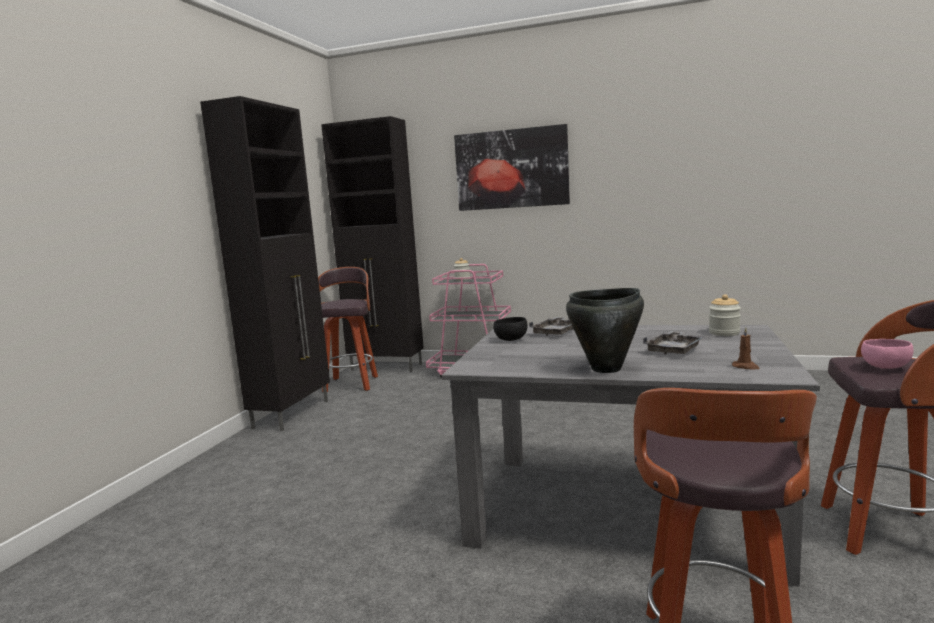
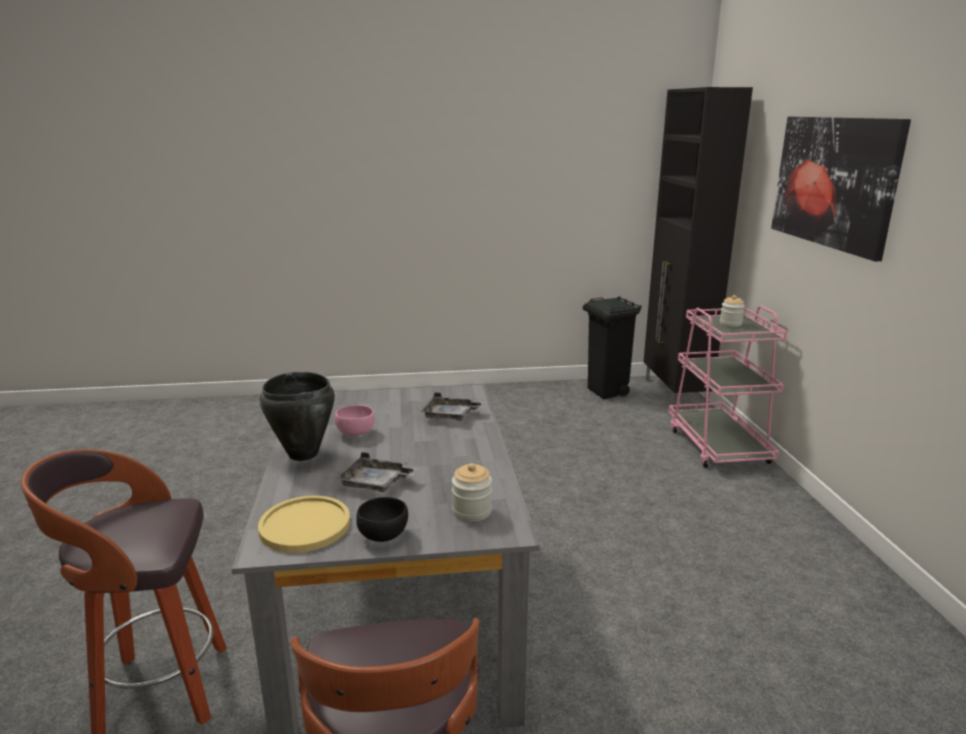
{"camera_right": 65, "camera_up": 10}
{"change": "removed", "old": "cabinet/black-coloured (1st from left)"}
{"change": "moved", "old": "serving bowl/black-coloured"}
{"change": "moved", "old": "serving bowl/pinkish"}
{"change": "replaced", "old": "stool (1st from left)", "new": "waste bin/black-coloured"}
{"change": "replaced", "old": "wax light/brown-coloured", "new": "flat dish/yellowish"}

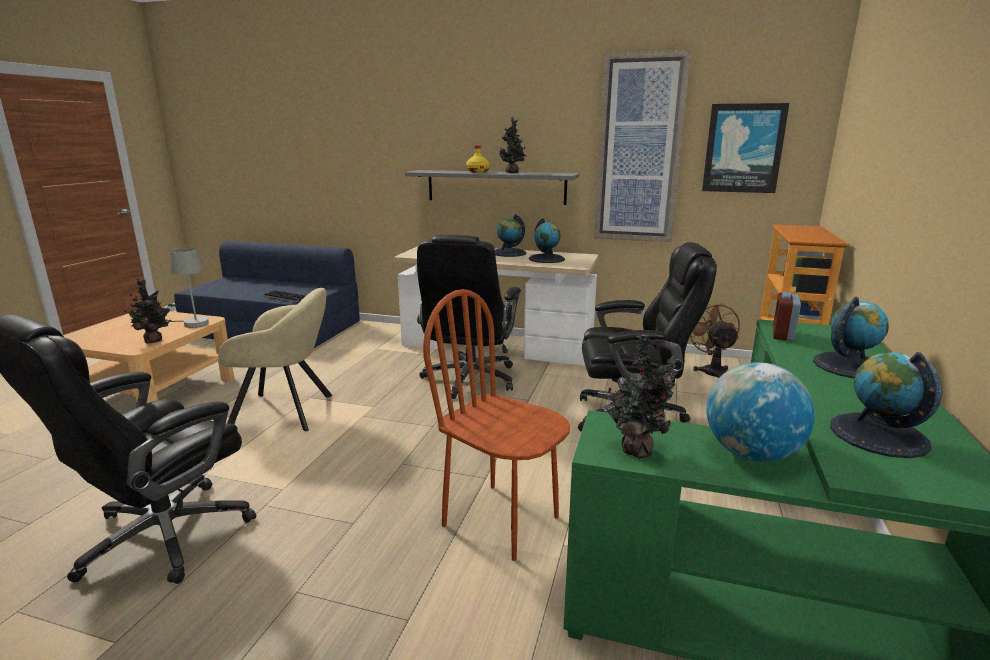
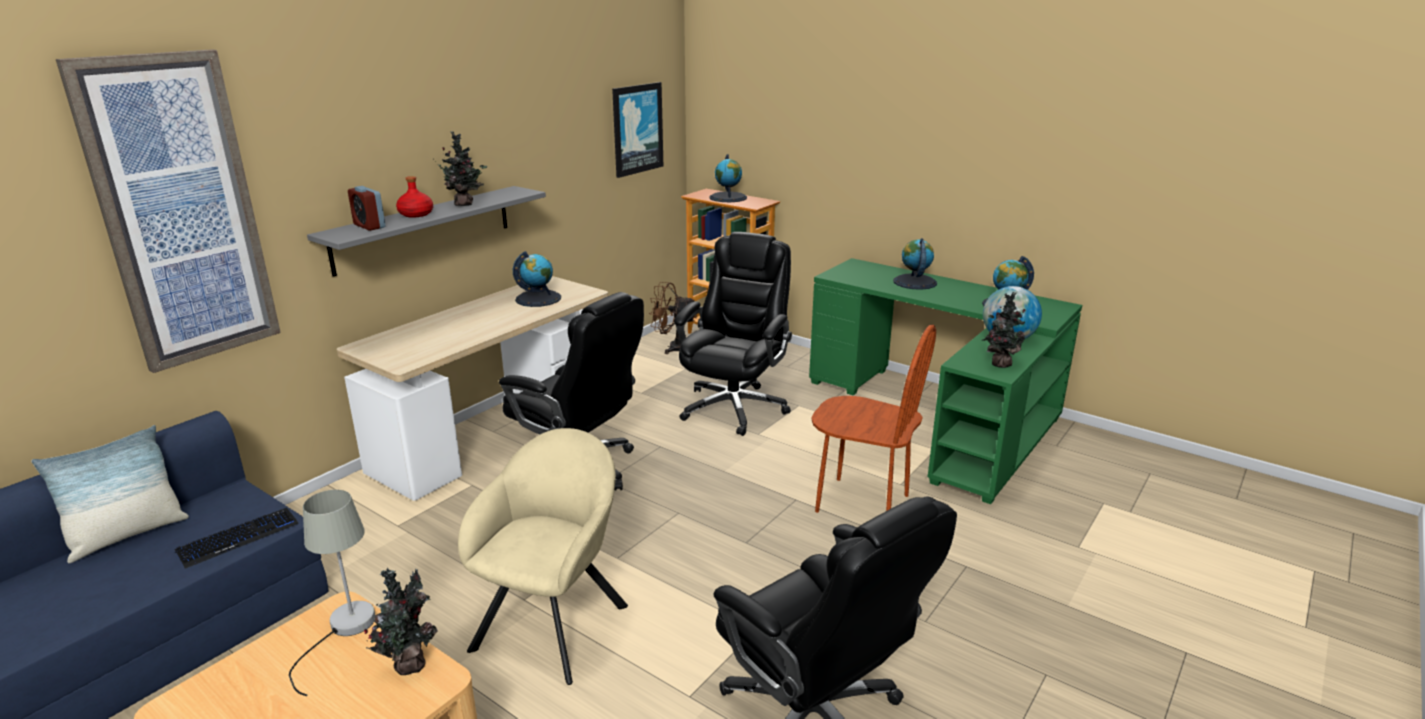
{"camera_right": -70, "camera_up": 5}
{"change": "added", "new": "pillow"}
{"change": "moved", "old": "world globe (1st from left in the first image)", "new": "world globe (2nd from left)"}
{"change": "moved", "old": "wall art (1st from left)"}
{"change": "moved", "old": "alarm clock"}
{"change": "recoloured", "old": "drink bottle/yellowish", "new": "drink bottle/reddish"}
{"change": "turned", "old": "upright chair/brown-coloured", "degrees": -120}

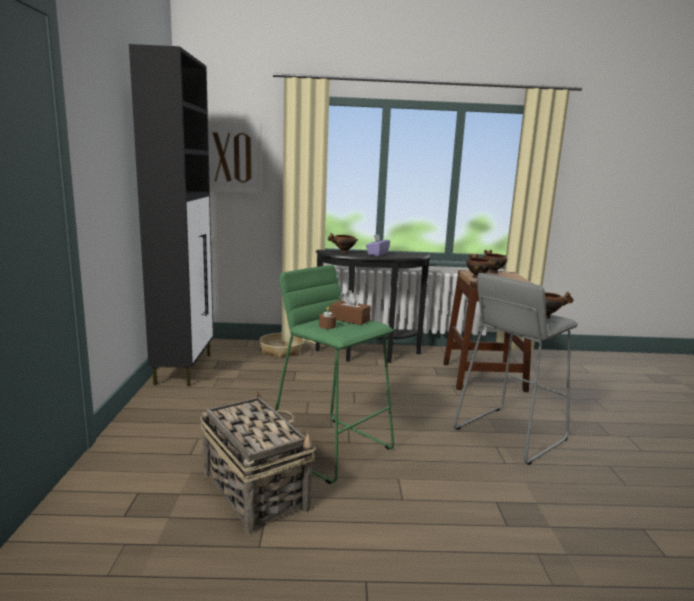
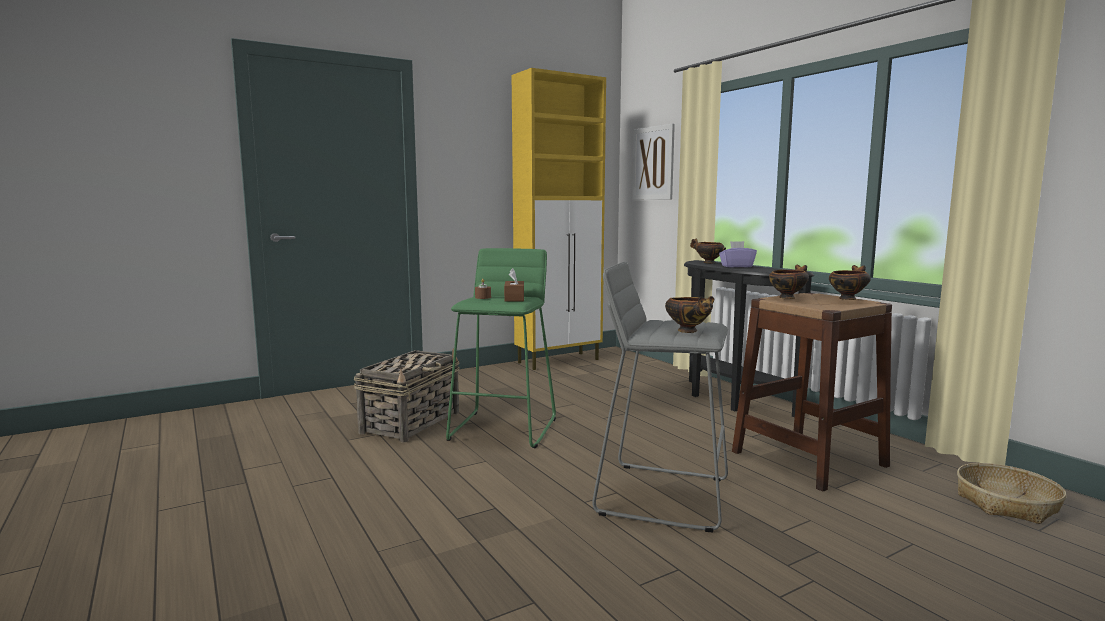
{"camera_right": 60, "camera_up": -5}
{"change": "moved", "old": "basket (2nd from left)"}
{"change": "recoloured", "old": "cabinet/black-coloured", "new": "cabinet/yellowish"}

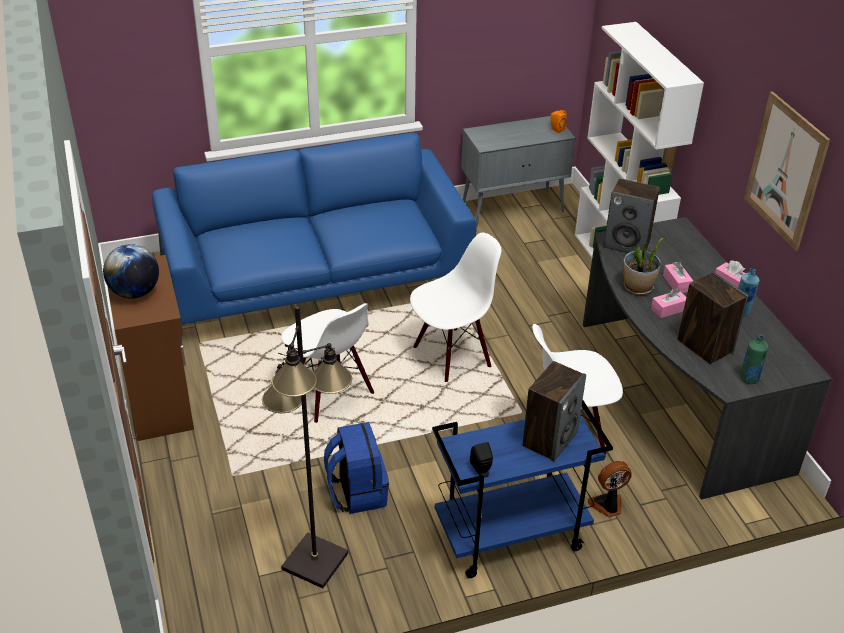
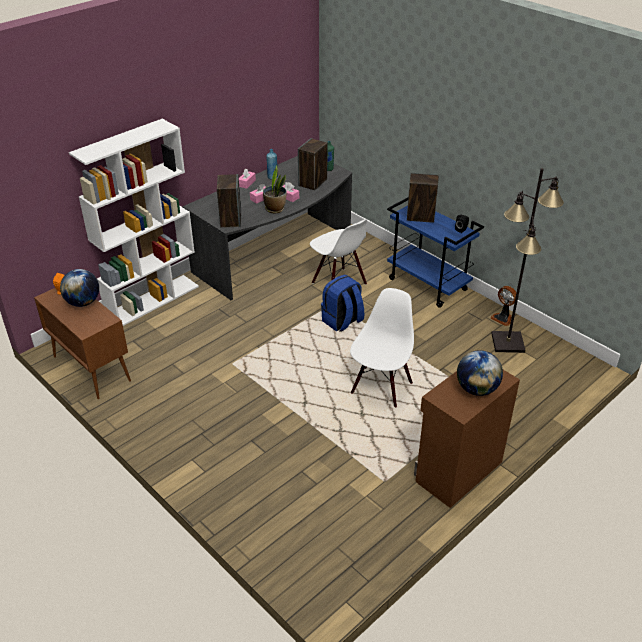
{"camera_right": -115, "camera_up": 0}
{"change": "removed", "old": "settee/blue-coloured"}
{"change": "removed", "old": "upright chair/white-coloured (2nd from left)"}
{"change": "removed", "old": "wall art"}
{"change": "added", "new": "world globe (1st from left)"}
{"change": "moved", "old": "rucksack/blue-coloured"}
{"change": "moved", "old": "cooling fan"}
{"change": "recoloured", "old": "cabinet/grey", "new": "cabinet/brown-coloured (1st from left)"}

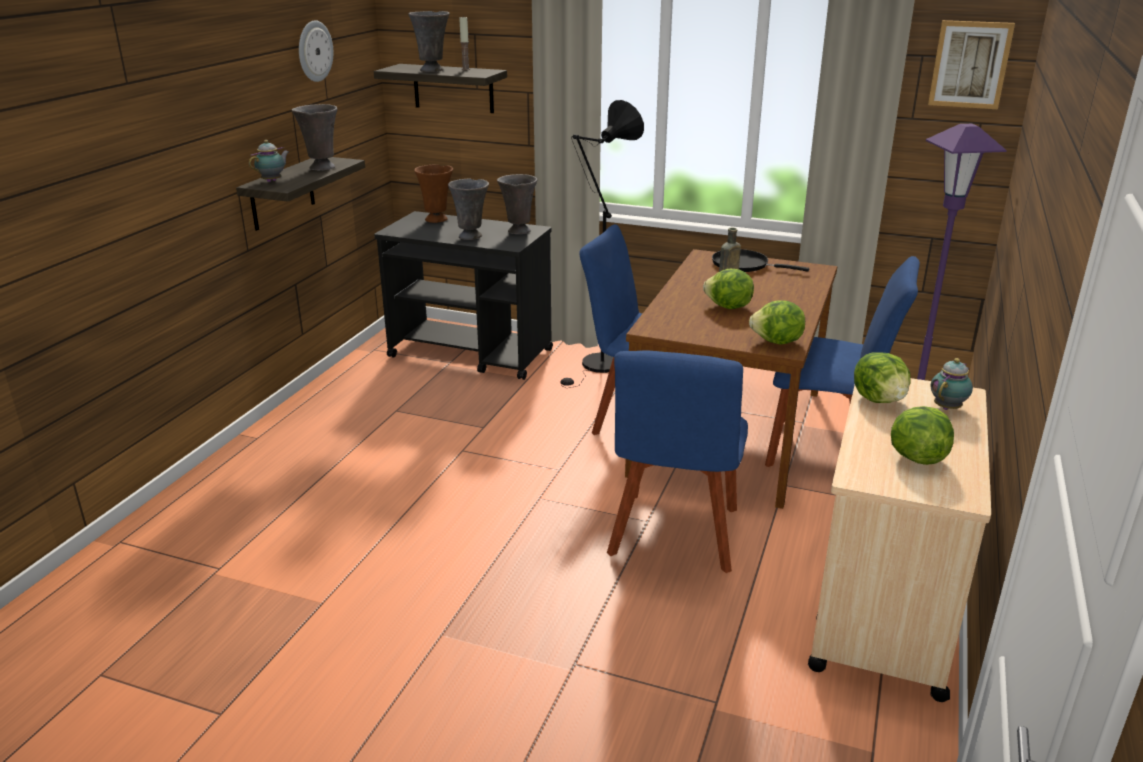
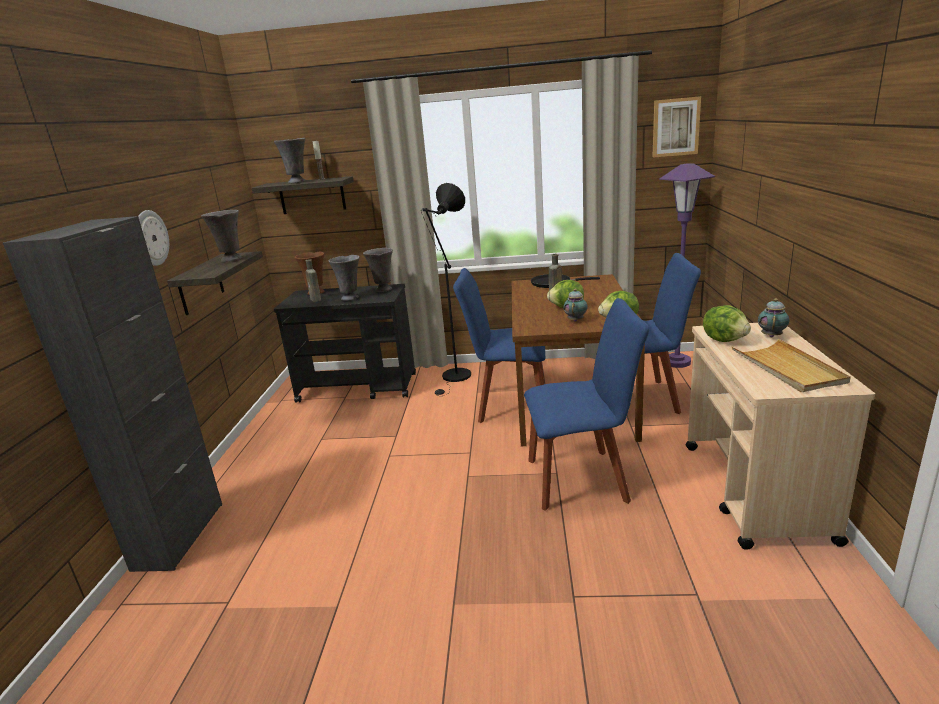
{"camera_right": -15, "camera_up": -5}
{"change": "added", "new": "cabinet/black-coloured"}
{"change": "added", "new": "drink bottle/brown-coloured (1st from left)"}
{"change": "moved", "old": "teapot (1st from left)"}
{"change": "moved", "old": "wall clock"}
{"change": "replaced", "old": "lettuce head (4th from left)", "new": "tray/beige"}
{"change": "turned", "old": "upright chair/blue-coloured (2nd from left)", "degrees": -90}

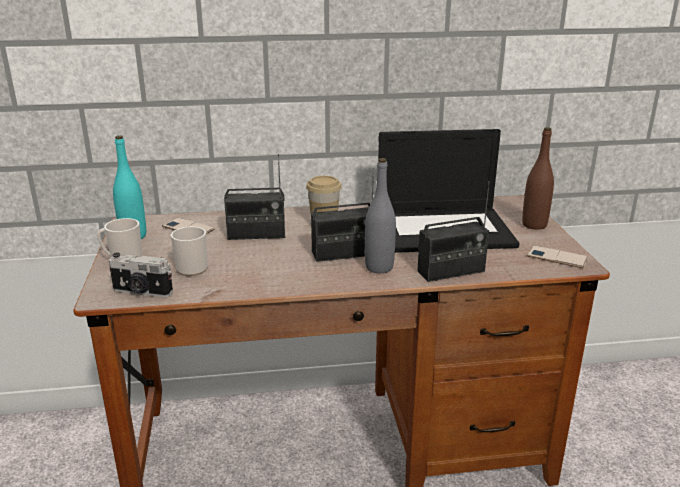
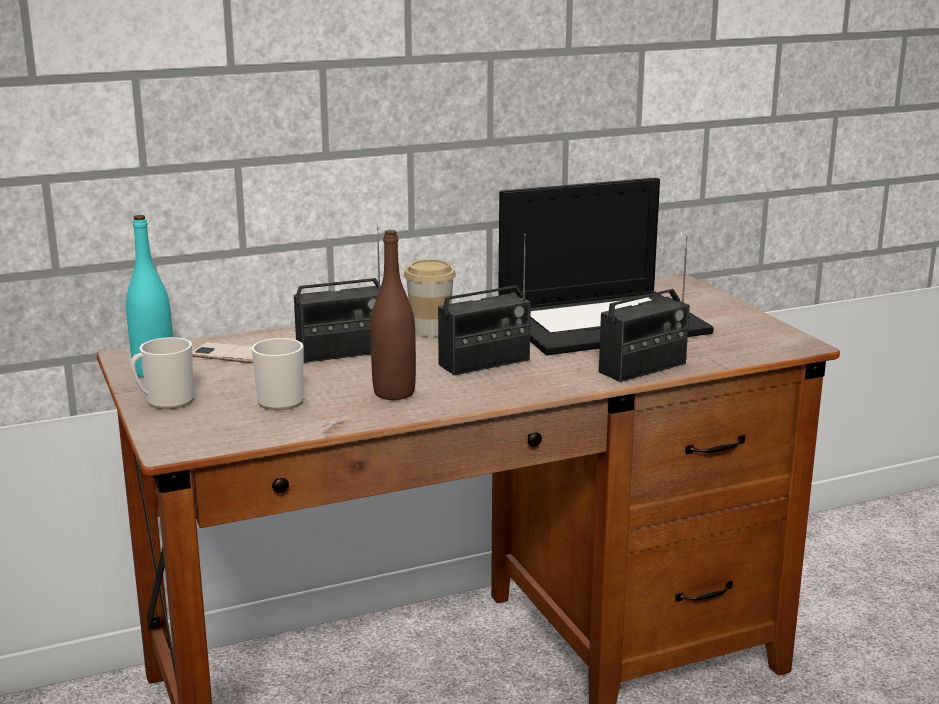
{"camera_right": -15, "camera_up": -5}
{"change": "removed", "old": "photo camera"}
{"change": "removed", "old": "drink bottle/grey"}
{"change": "removed", "old": "telephone (2nd from left)"}
{"change": "moved", "old": "drink bottle/brown-coloured"}

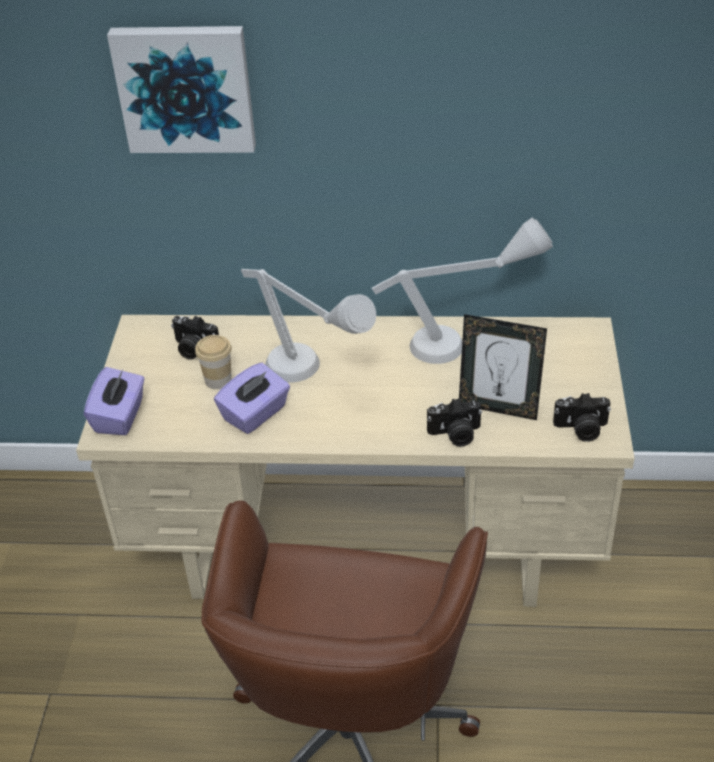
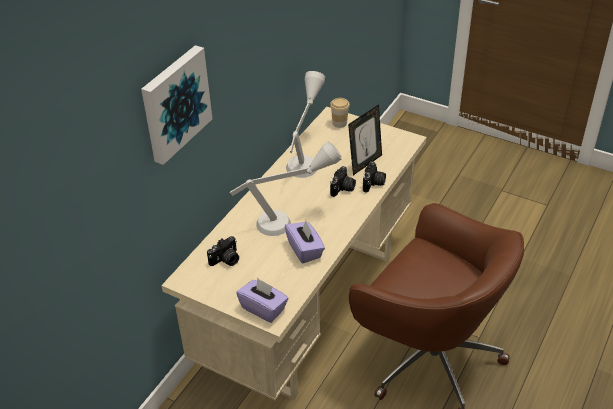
{"camera_right": -65, "camera_up": 0}
{"change": "moved", "old": "small cup"}
{"change": "moved", "old": "photo camera (3rd from left in the first image)", "new": "photo camera (2nd from left)"}

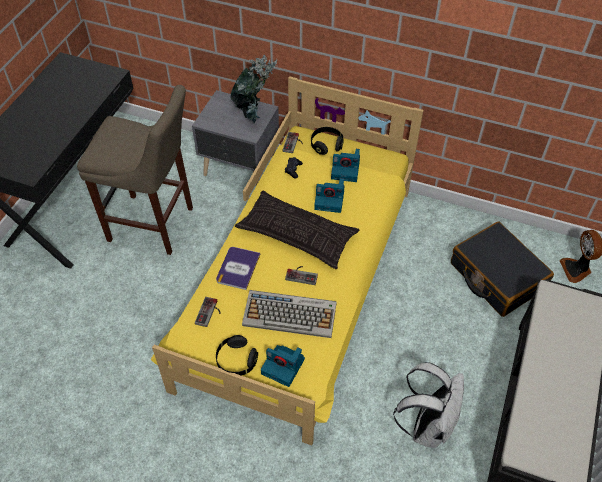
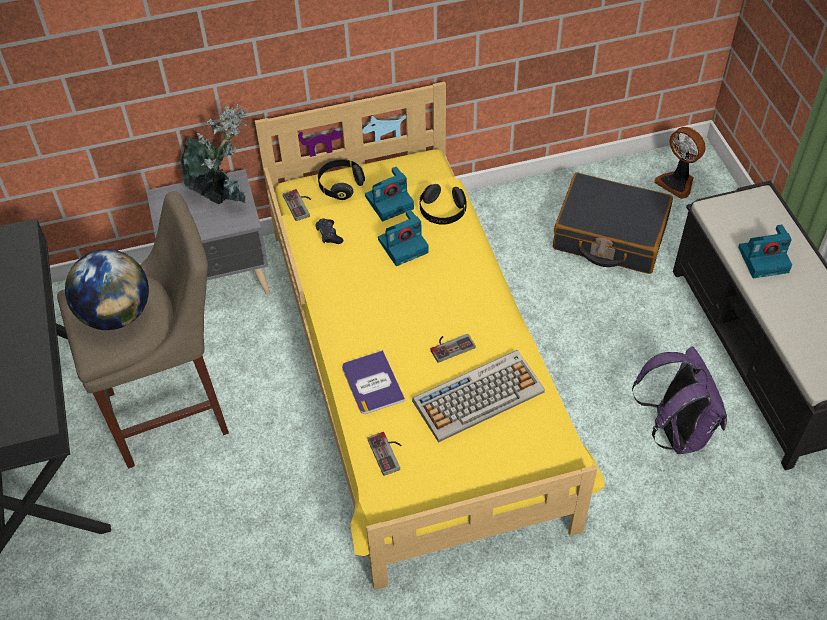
{"camera_right": -35, "camera_up": 0}
{"change": "removed", "old": "pillow"}
{"change": "added", "new": "world globe"}
{"change": "moved", "old": "headphones/black-coloured (1st from left in the first image)", "new": "headphones/black-coloured (2nd from left)"}
{"change": "moved", "old": "photo camera (1st from left in the first image)", "new": "photo camera (3rd from left)"}
{"change": "recoloured", "old": "rucksack/white-coloured", "new": "rucksack/purple-coloured"}

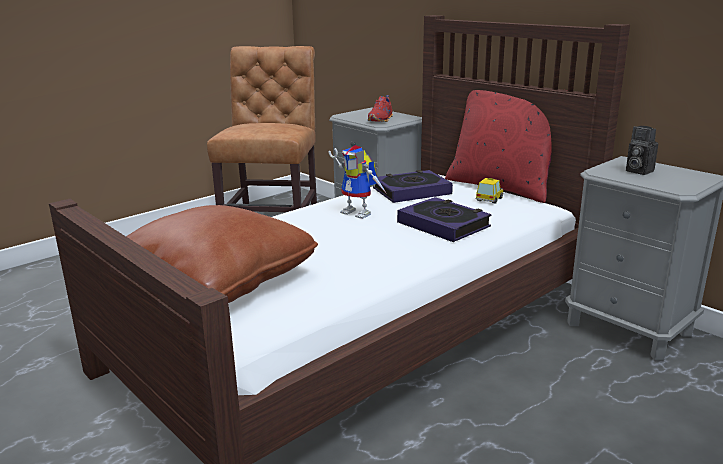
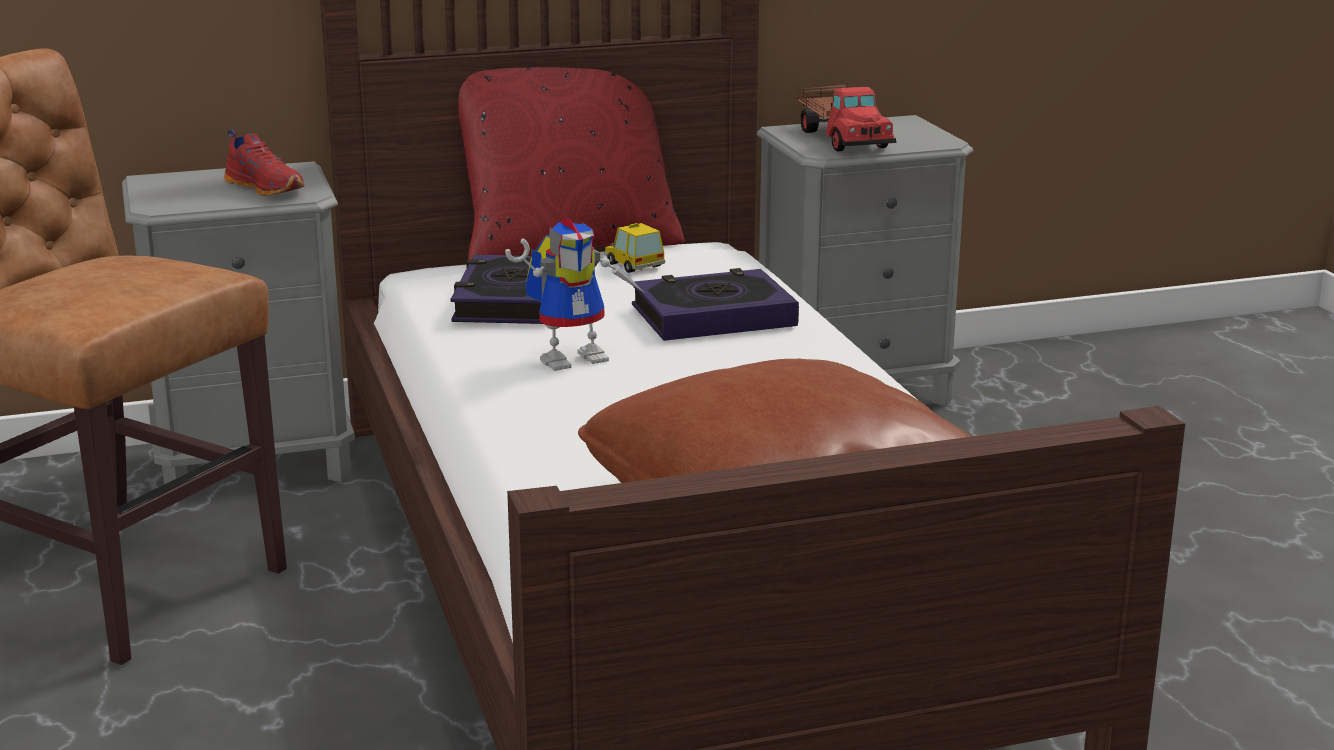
{"camera_right": -65, "camera_up": 0}
{"change": "replaced", "old": "photo camera", "new": "model truck"}

